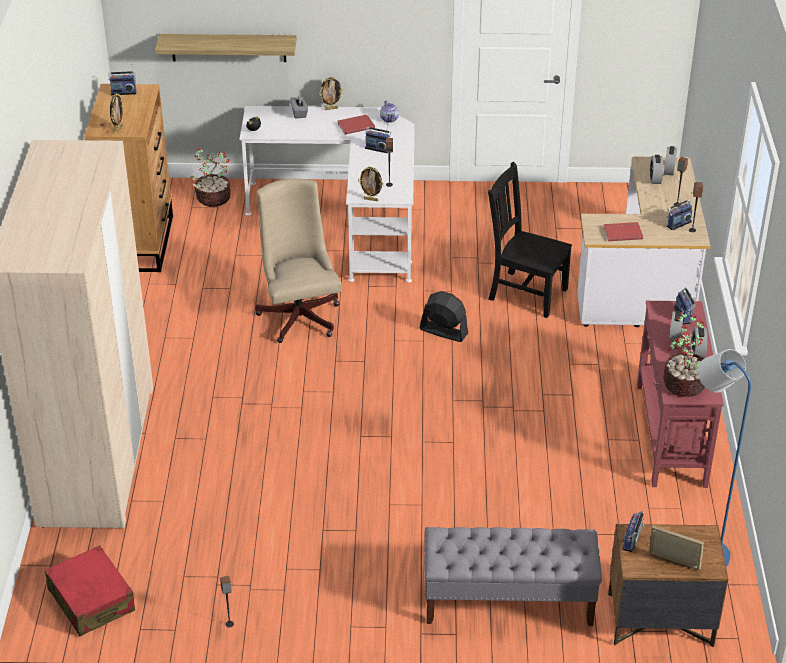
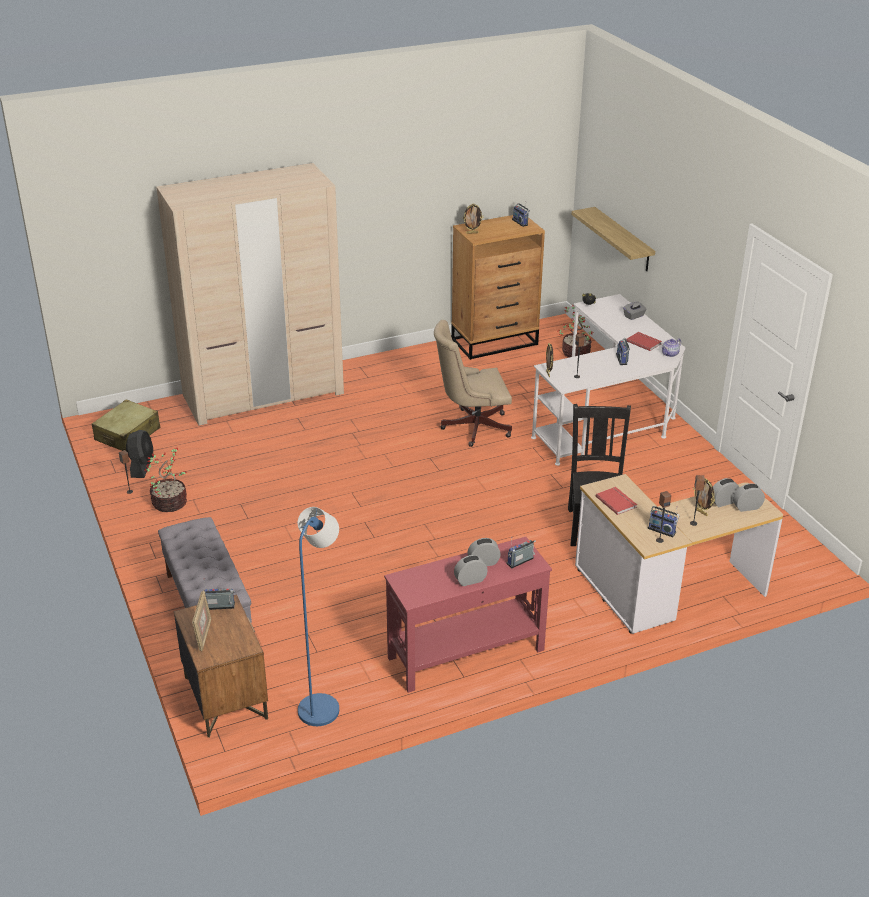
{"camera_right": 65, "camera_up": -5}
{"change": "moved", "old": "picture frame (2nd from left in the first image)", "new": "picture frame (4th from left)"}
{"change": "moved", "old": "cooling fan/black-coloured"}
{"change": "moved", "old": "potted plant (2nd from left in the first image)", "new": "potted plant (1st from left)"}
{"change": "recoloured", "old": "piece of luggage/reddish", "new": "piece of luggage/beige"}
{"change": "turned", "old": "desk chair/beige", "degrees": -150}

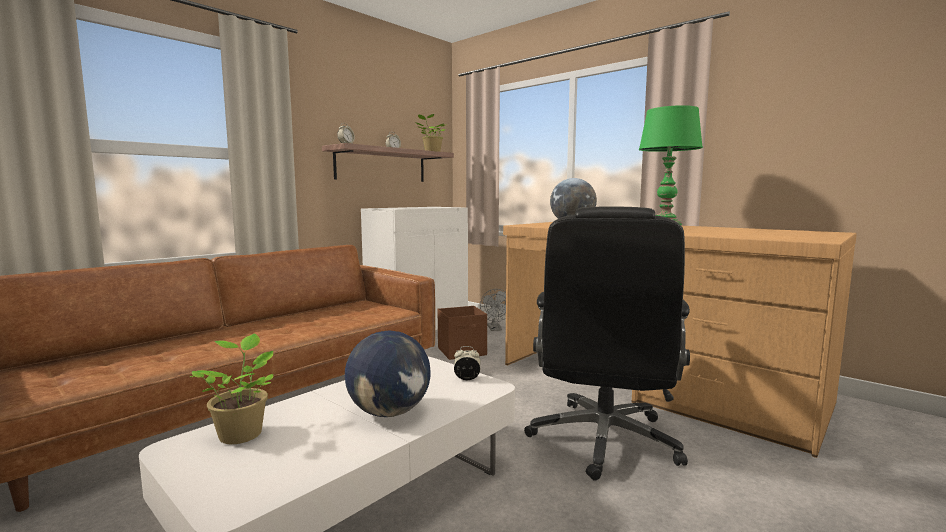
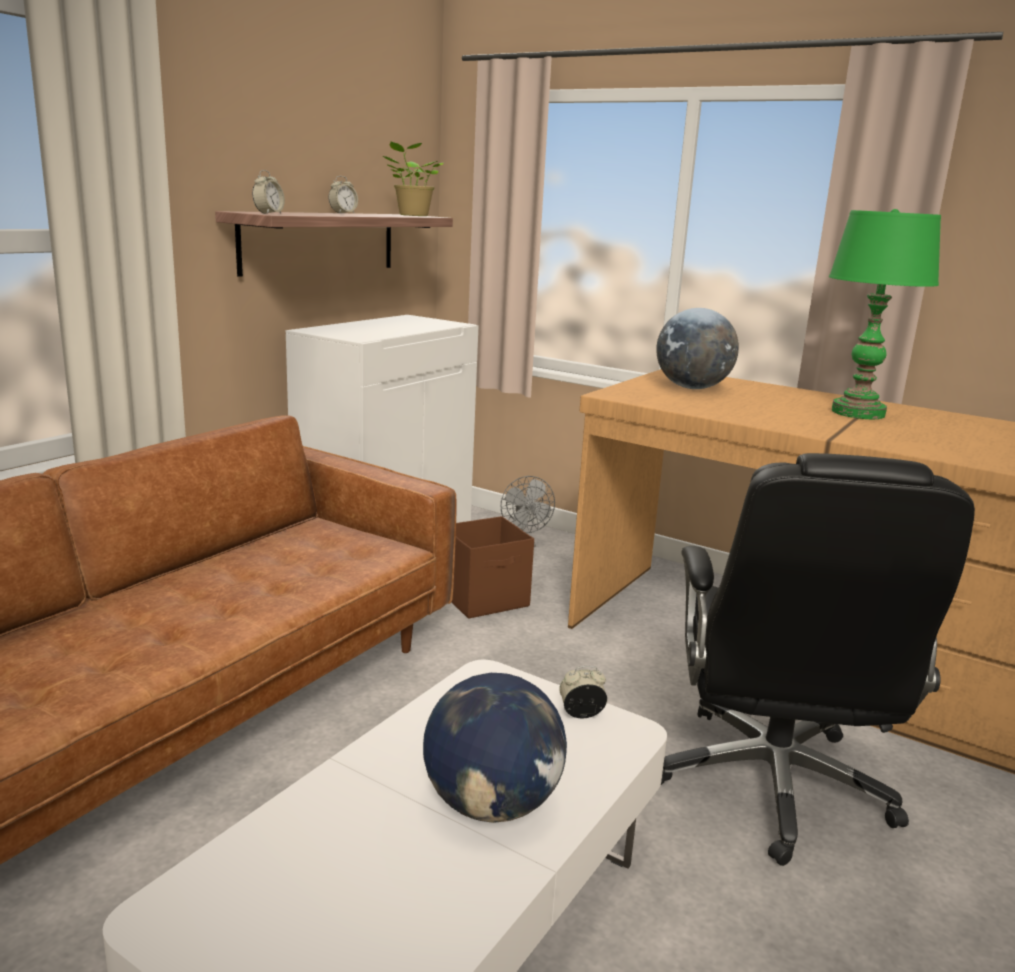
{"camera_right": -10, "camera_up": 10}
{"change": "removed", "old": "potted plant (1st from left)"}

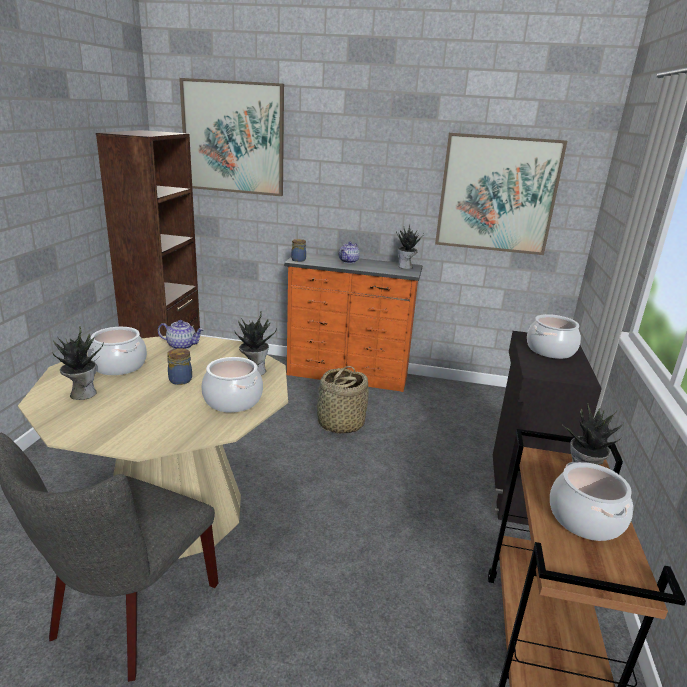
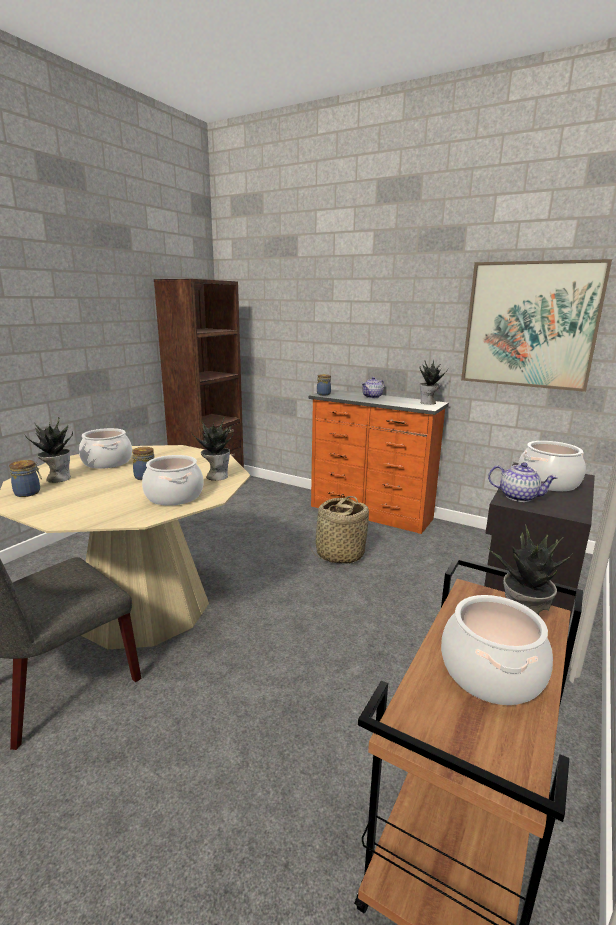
{"camera_right": 20, "camera_up": -5}
{"change": "removed", "old": "wall art (1st from left)"}
{"change": "added", "new": "preserve jar (1st from left)"}
{"change": "moved", "old": "teapot (1st from left in the first image)", "new": "teapot (2nd from left)"}

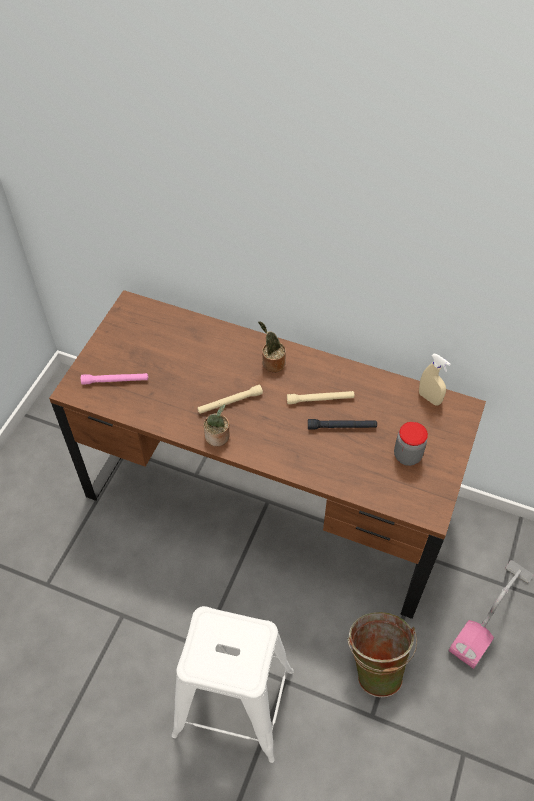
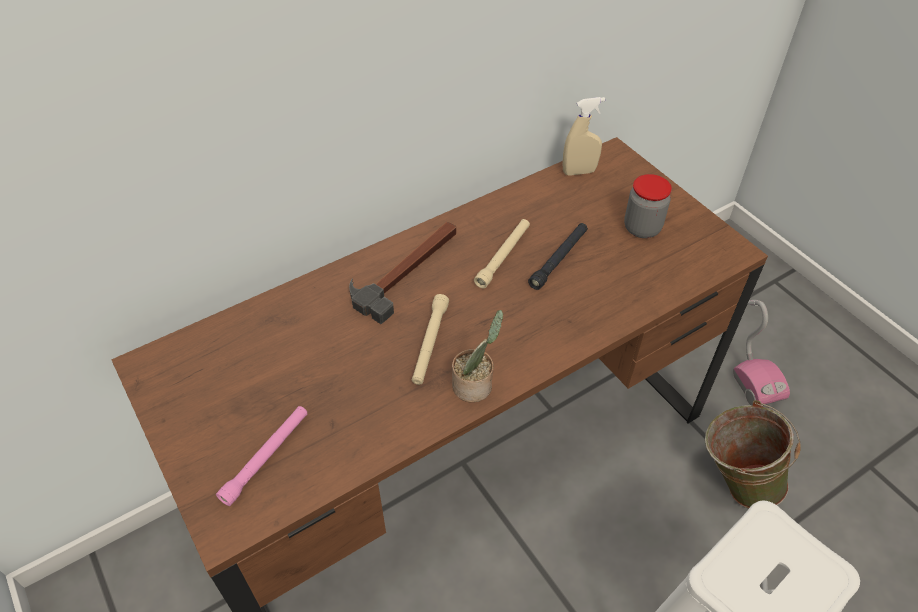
{"camera_right": -55, "camera_up": -5}
{"change": "replaced", "old": "potted plant (2nd from left)", "new": "hand hammer"}

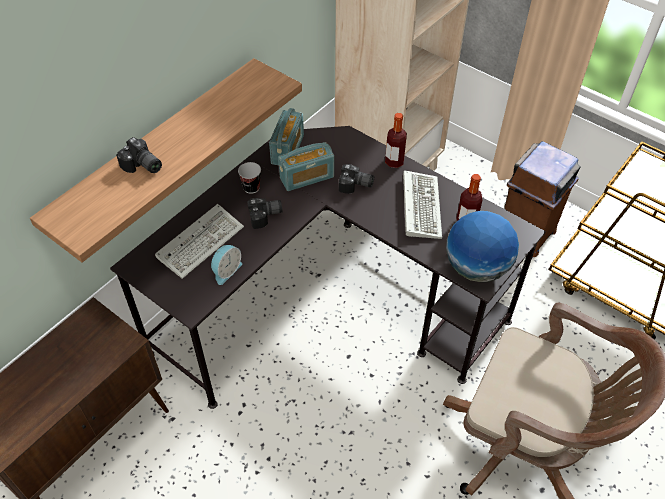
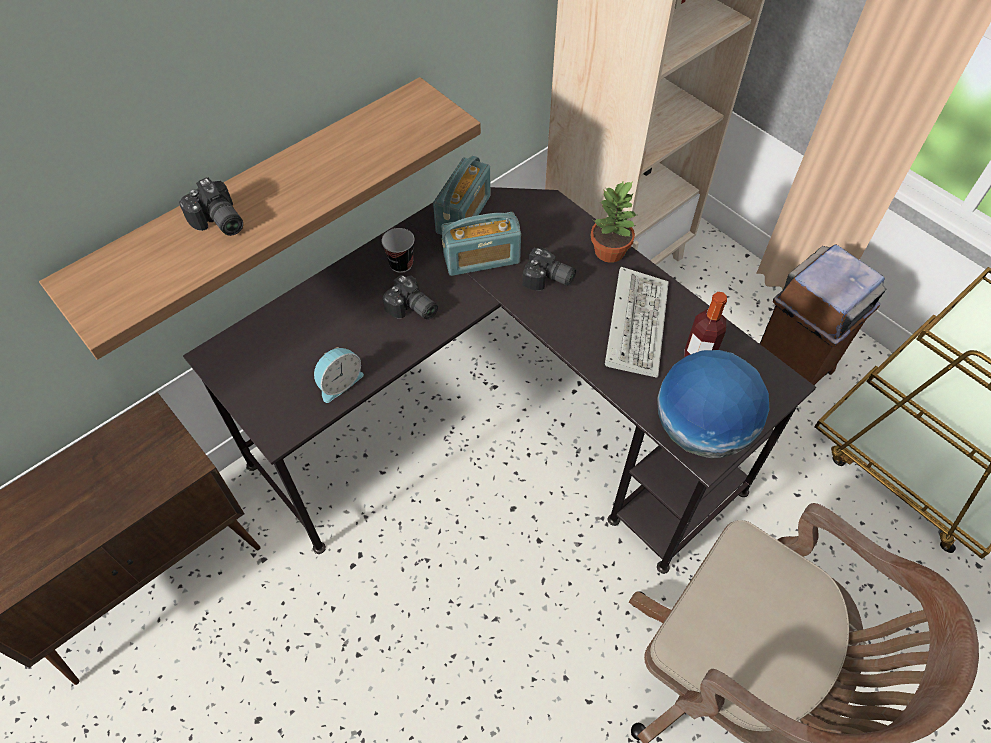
{"camera_right": 10, "camera_up": 5}
{"change": "removed", "old": "PC keyboard (1st from left)"}
{"change": "replaced", "old": "drink bottle (1st from left)", "new": "potted plant"}
{"change": "turned", "old": "photo camera (2nd from left)", "degrees": 45}

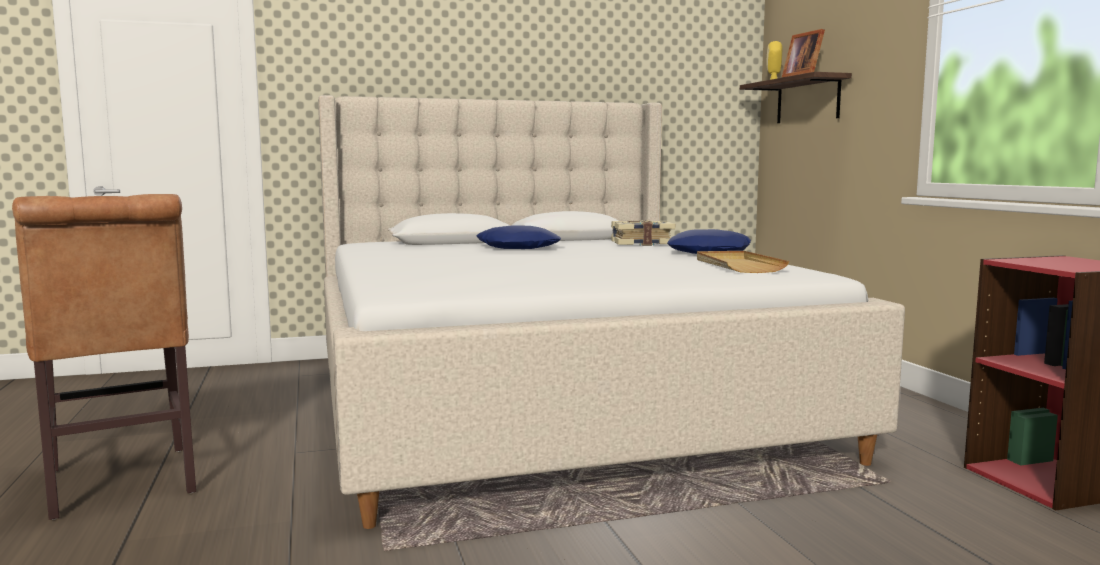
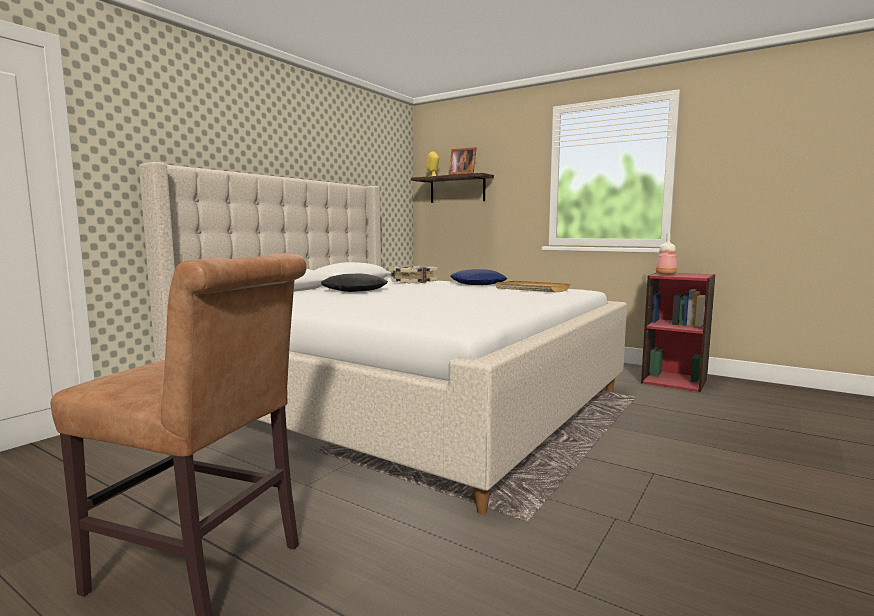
{"camera_right": -40, "camera_up": 0}
{"change": "added", "new": "drink bottle"}
{"change": "recoloured", "old": "pillow/blue-coloured (1st from left)", "new": "pillow/black-coloured"}

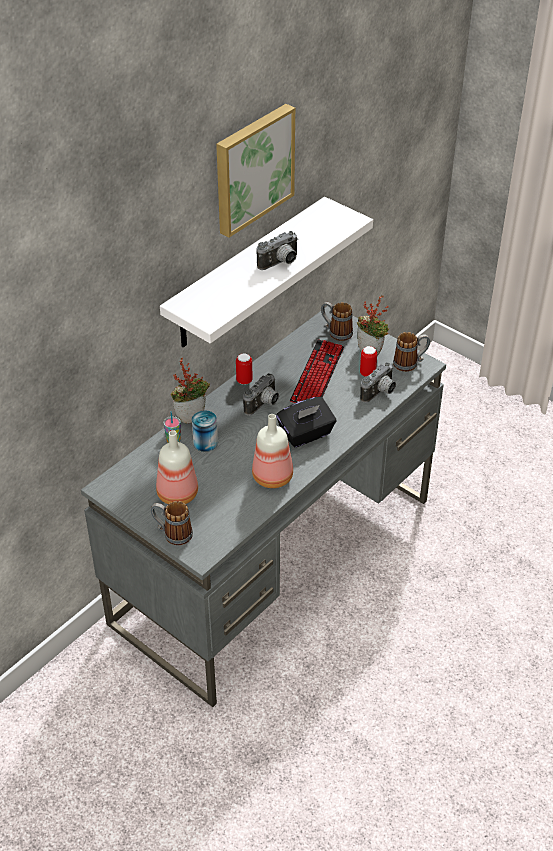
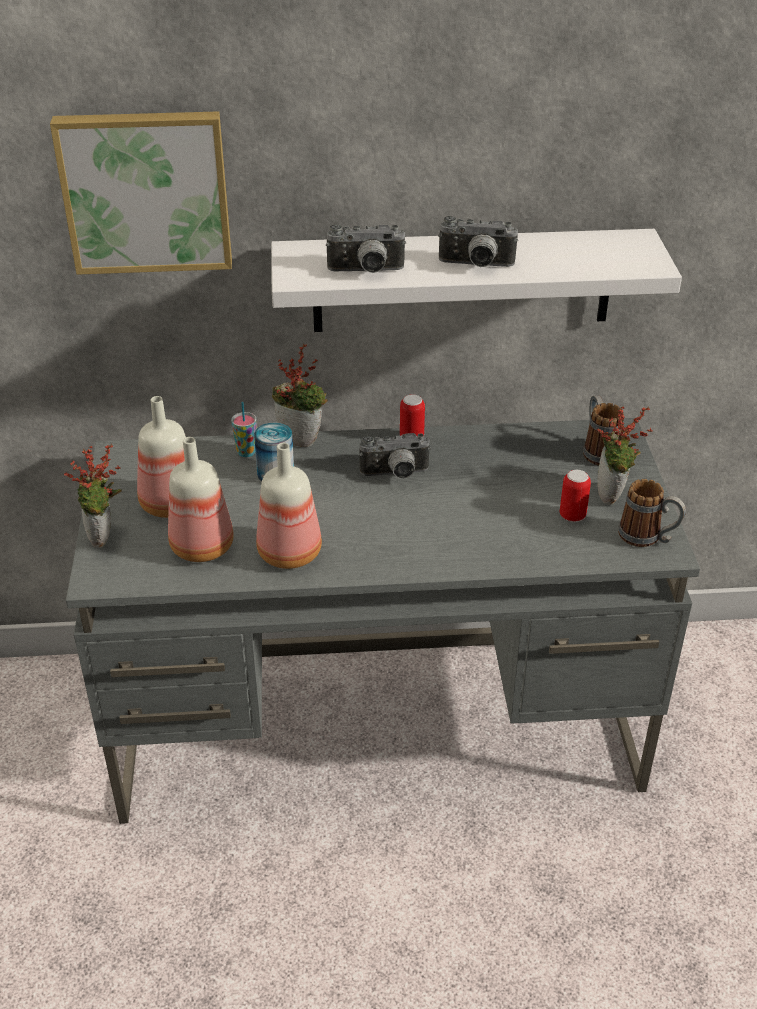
{"camera_right": 45, "camera_up": -5}
{"change": "removed", "old": "tissue holder/black-coloured"}
{"change": "removed", "old": "PC keyboard"}
{"change": "added", "new": "drink bottle (2nd from left)"}
{"change": "moved", "old": "wall art"}
{"change": "moved", "old": "photo camera (3rd from left in the first image)", "new": "photo camera (1st from left)"}
{"change": "replaced", "old": "coffee mug (1st from left)", "new": "potted plant (1st from left)"}

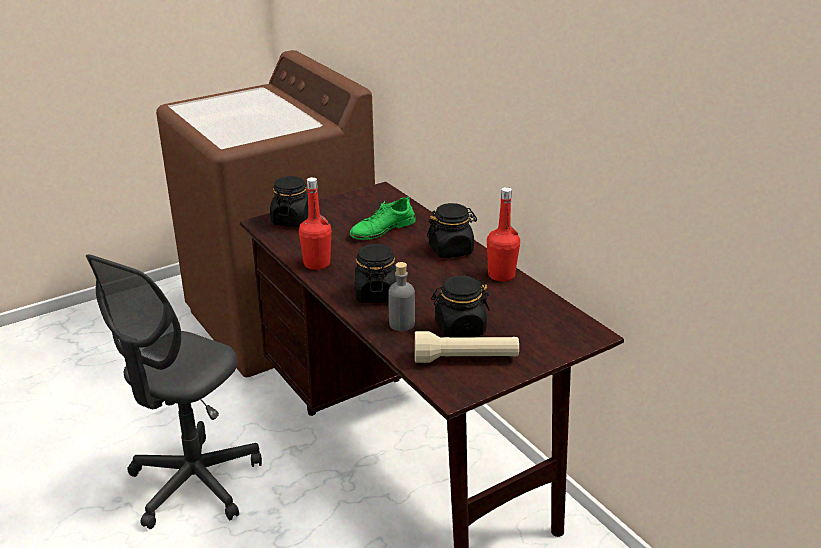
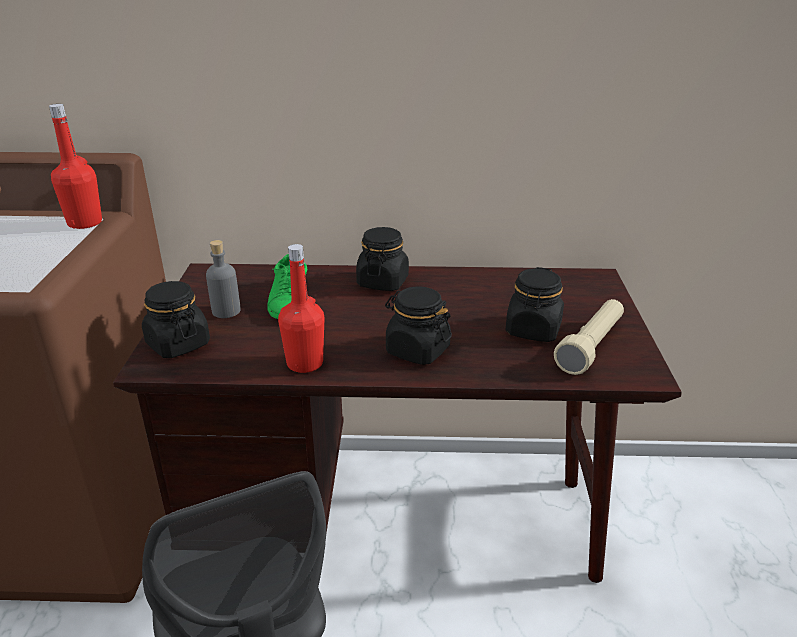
{"camera_right": -55, "camera_up": 0}
{"change": "moved", "old": "drink bottle/grey"}
{"change": "moved", "old": "drink bottle/reddish (2nd from left in the first image)", "new": "drink bottle/reddish (1st from left)"}

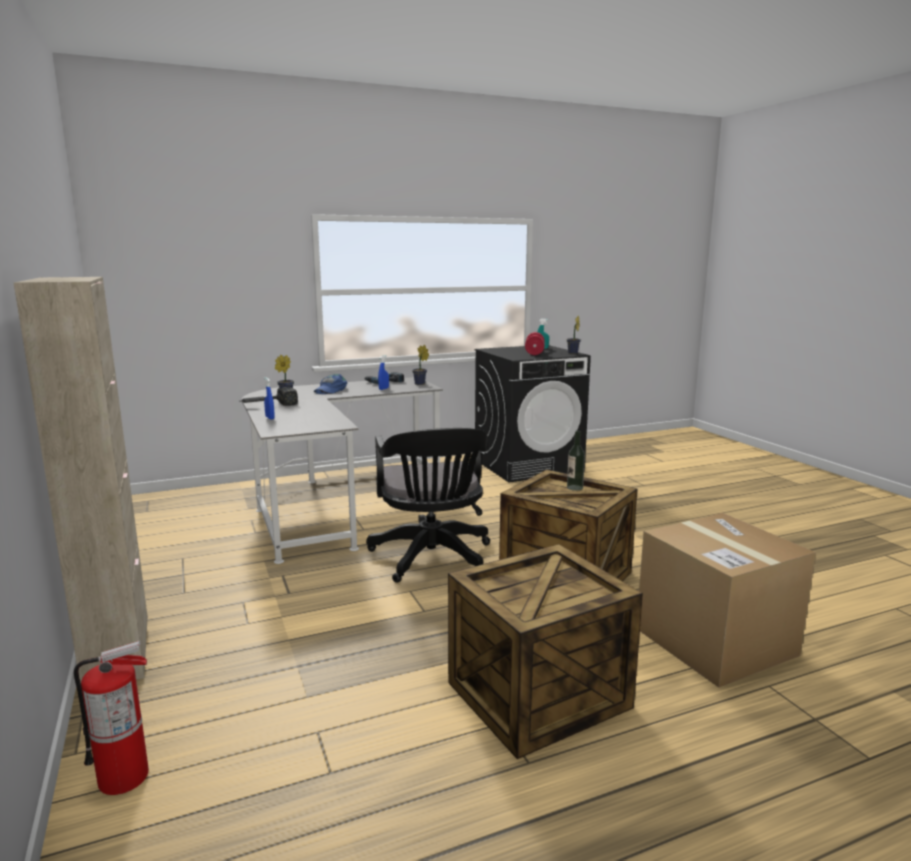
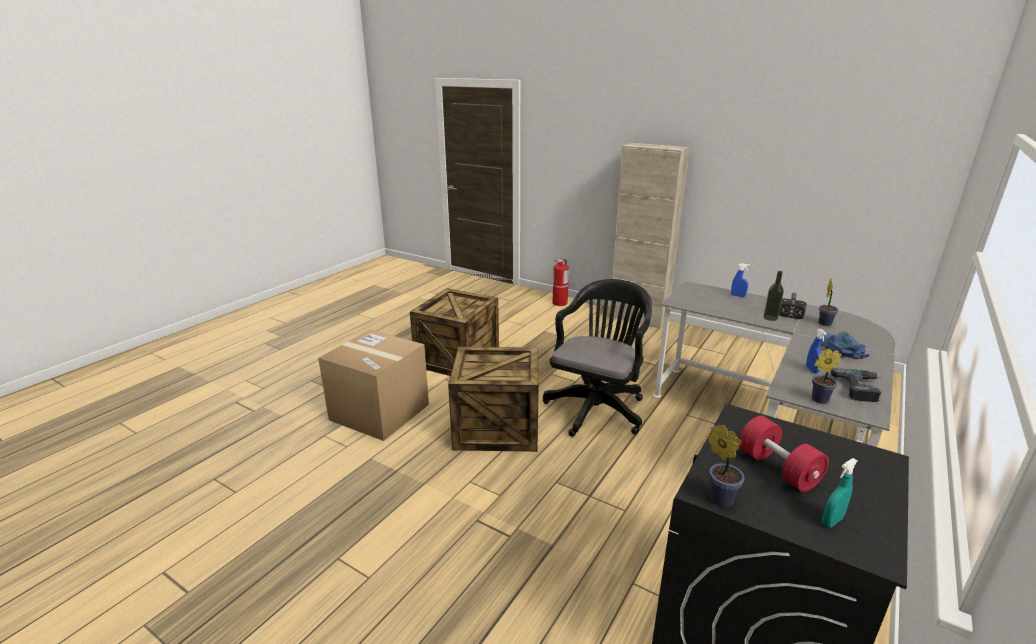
{"camera_right": 145, "camera_up": 10}
{"change": "moved", "old": "drink bottle"}
{"change": "turned", "old": "desk chair/black-coloured", "degrees": 75}

